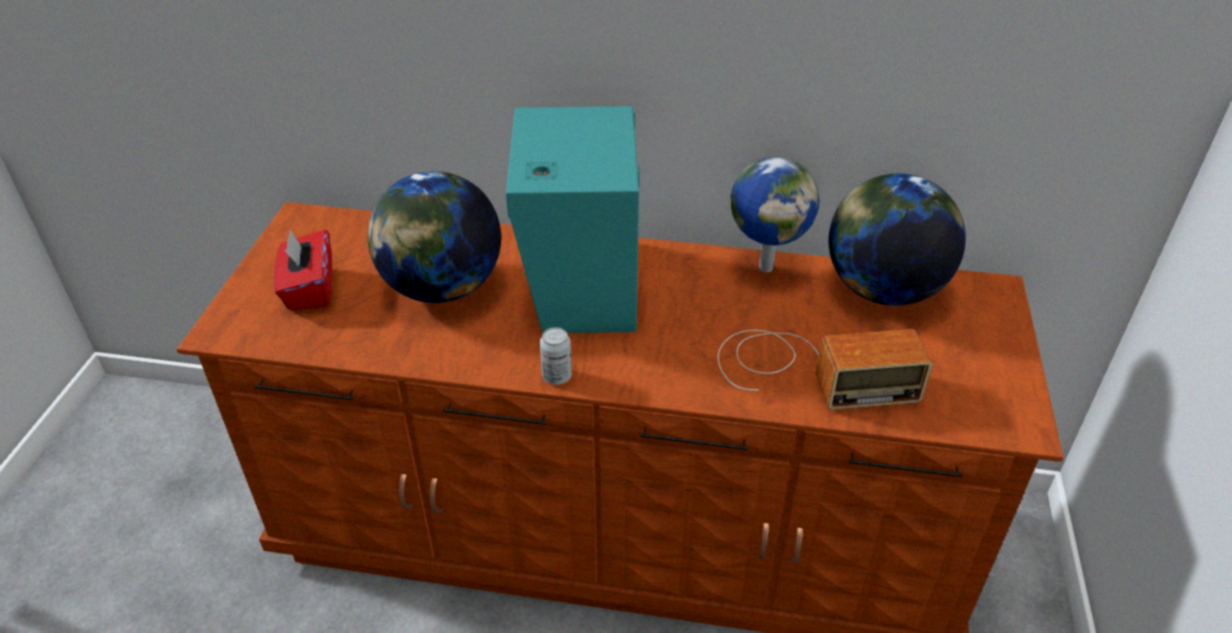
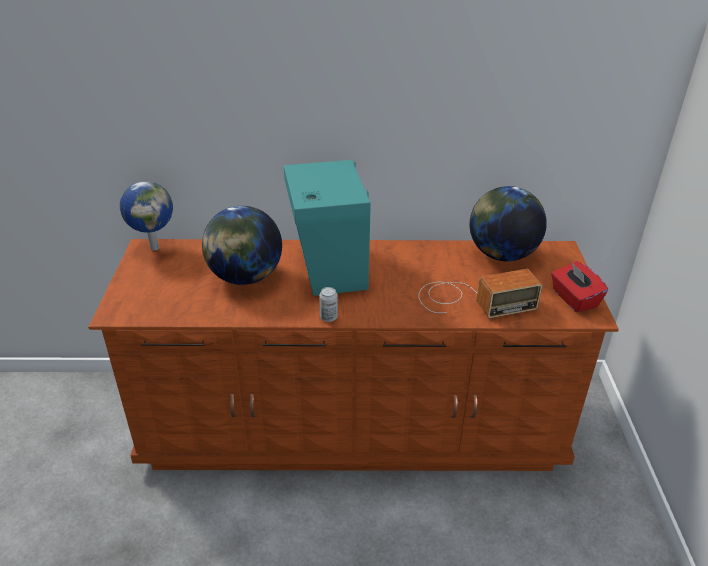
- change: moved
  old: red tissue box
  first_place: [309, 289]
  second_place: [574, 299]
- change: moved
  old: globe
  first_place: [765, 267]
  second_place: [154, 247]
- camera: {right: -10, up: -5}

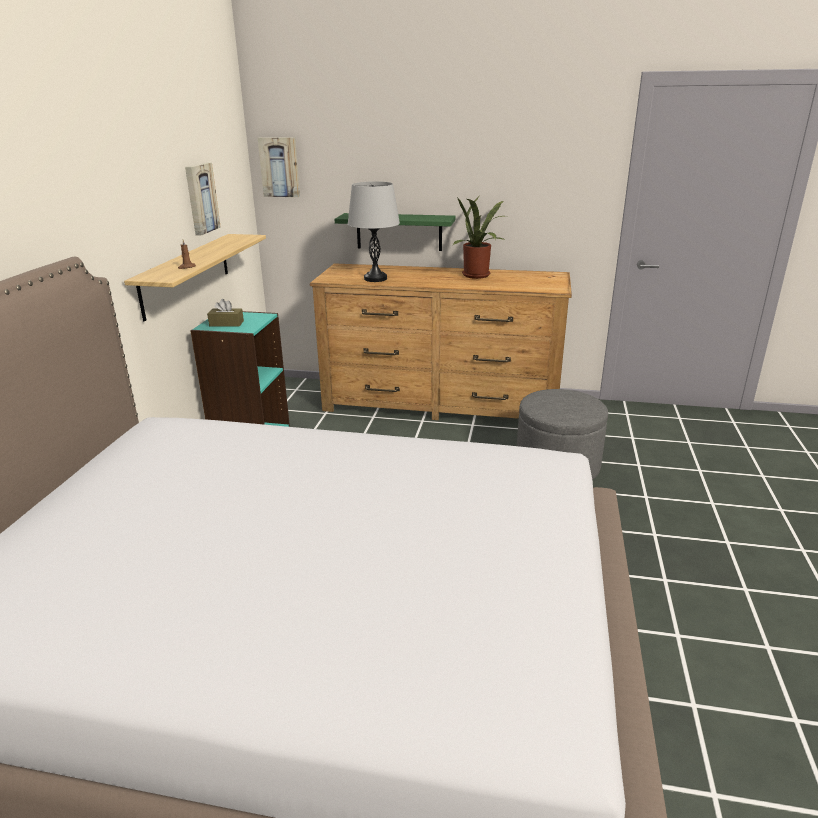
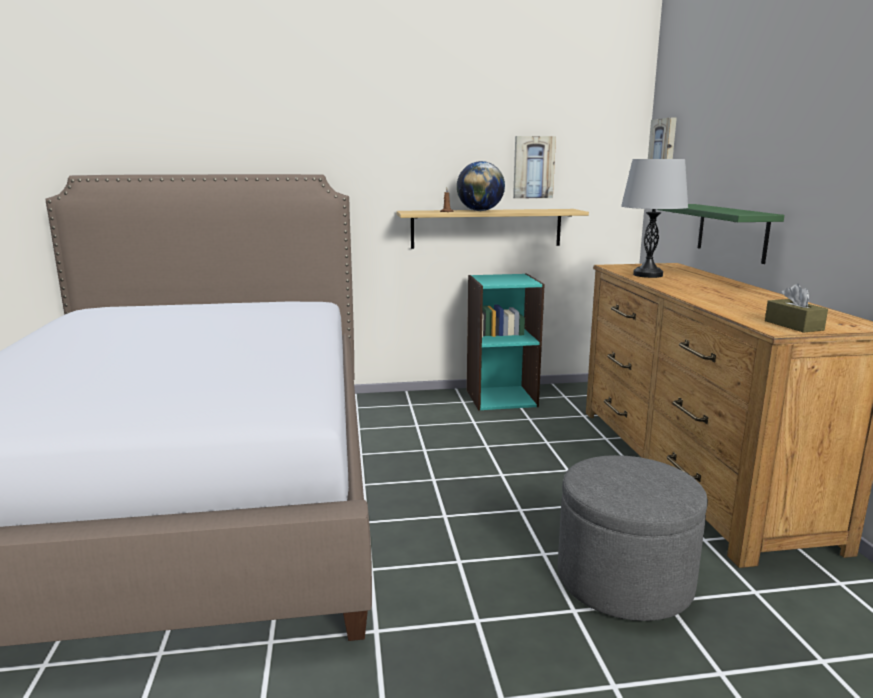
- change: removed
  old: potted plant
  first_place: [478, 276]
- change: added
  new: globe
  second_place: [480, 211]
- change: moved
  old: brown tissue box
  first_place: [226, 323]
  second_place: [793, 325]
- camera: {right: 70, up: -10}

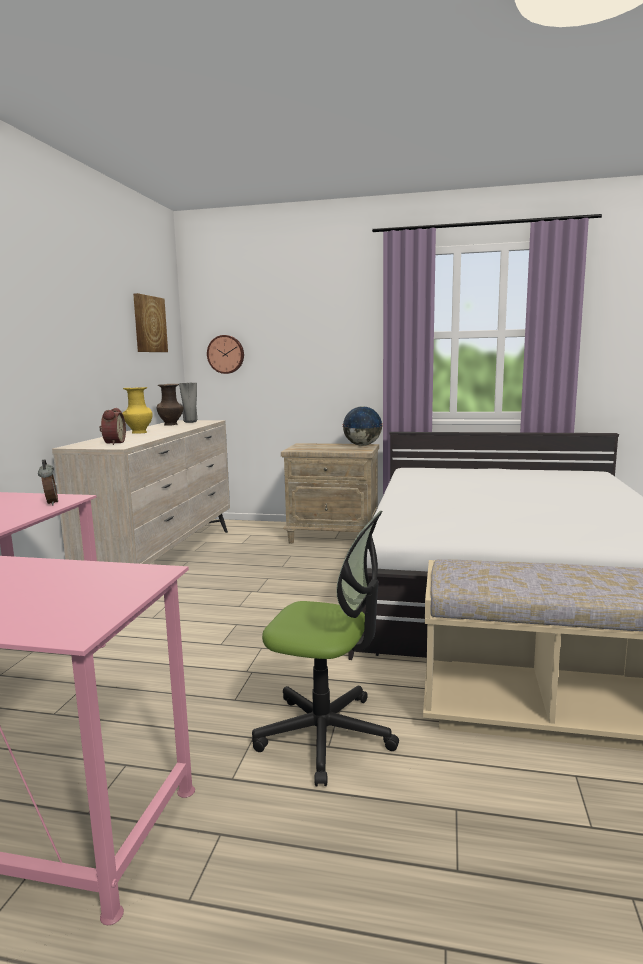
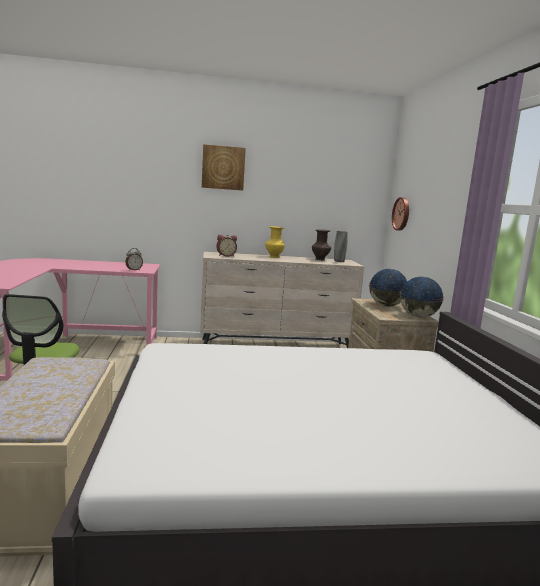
- change: added
  new: globe
  second_place: [386, 305]
- change: moved
  old: picture
  first_place: [149, 324]
  second_place: [223, 167]
- camera: {right: 70, up: 0}

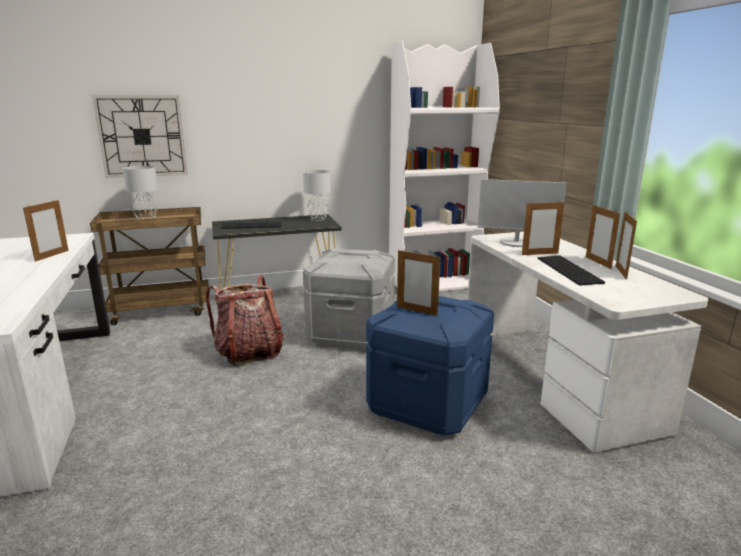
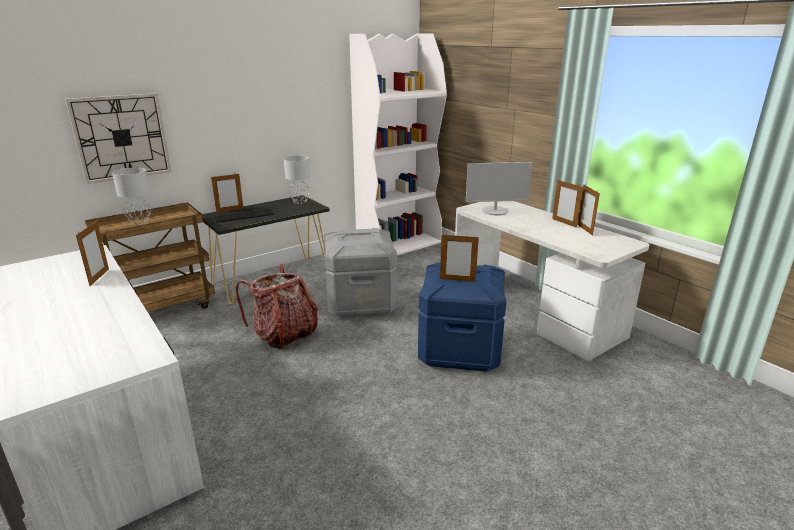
- change: removed
  old: keyboard
  first_place: [570, 270]
- change: moved
  old: picture frame
  first_place: [540, 254]
  second_place: [230, 210]
- camera: {right: -20, up: 5}

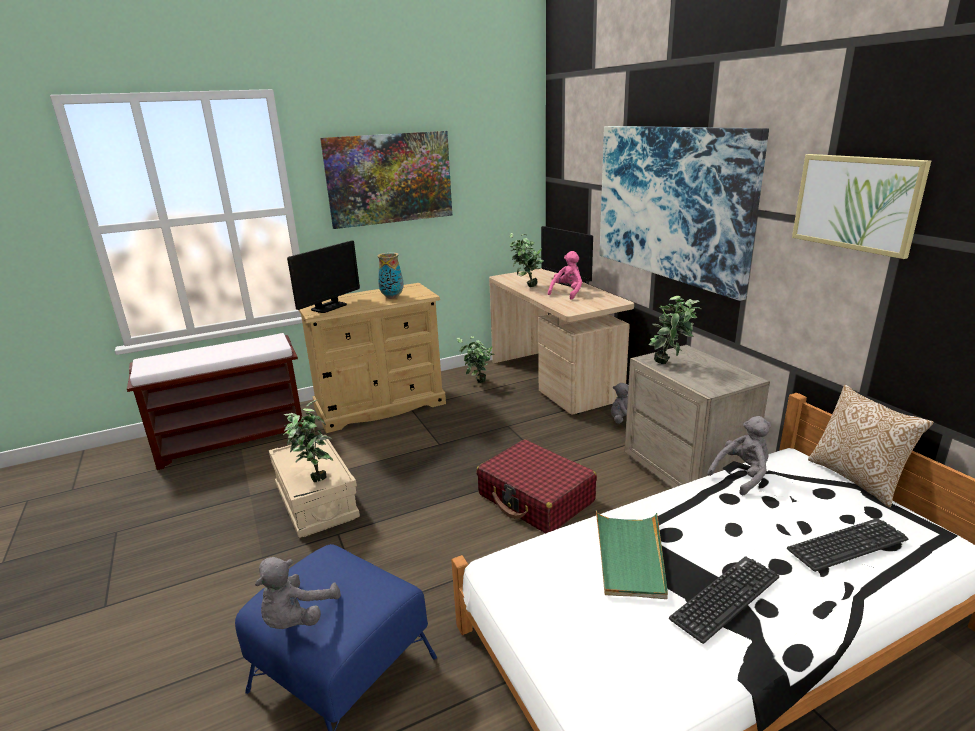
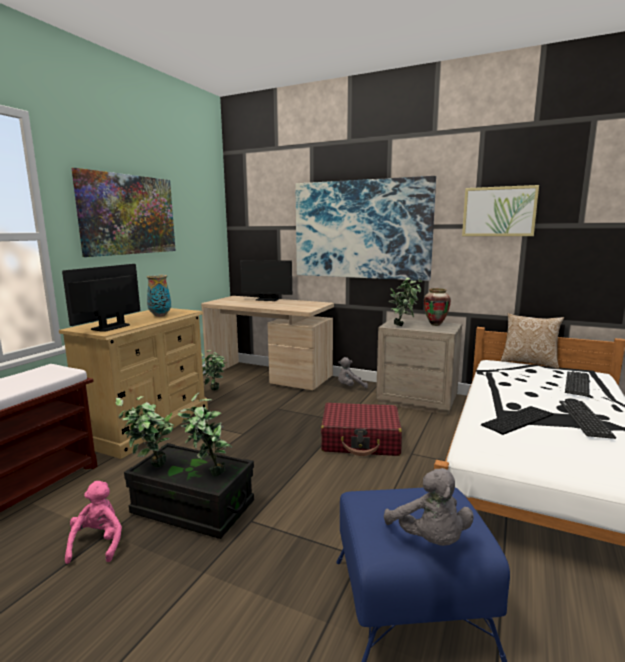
- change: removed
  old: grey plush toy
  first_place: [742, 476]
- change: added
  new: vase
  second_place: [435, 325]
- change: moved
  old: potted plant
  first_place: [525, 287]
  second_place: [150, 469]
- change: moved
  old: pink plush toy
  first_place: [567, 293]
  second_place: [98, 543]
- change: replaced
  old: green tray
  new: keyboard
  first_place: [630, 556]
  second_place: [518, 420]
- change: recoloured
  old: beige storage box
  new: black storage box
  first_place: [316, 502]
  second_place: [193, 508]
- change: turned
  old: monitor
  first_place: [329, 307]
  second_place: [110, 327]
  degrees: -150
- camera: {right: -40, up: -10}

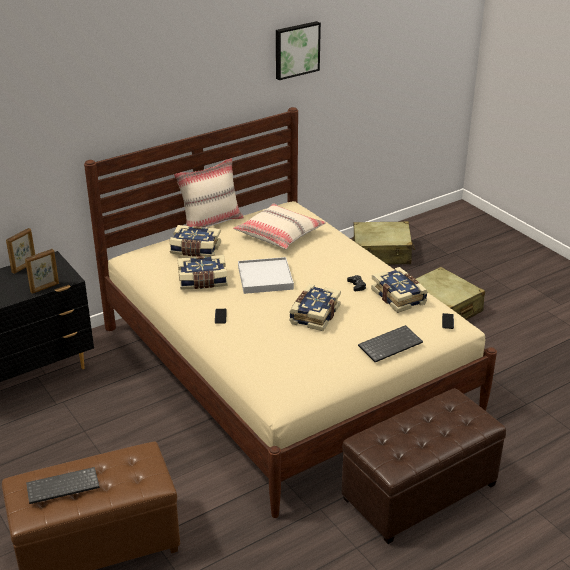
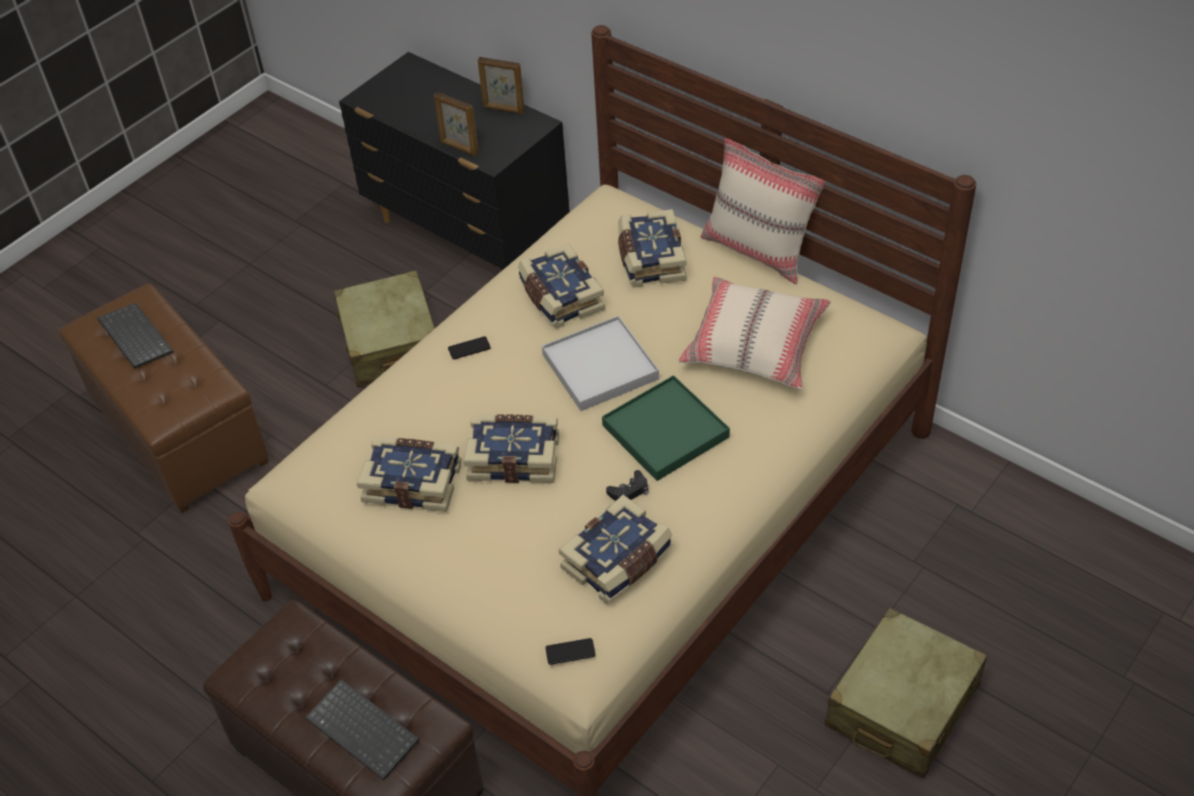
- change: removed
  old: picture
  first_place: [296, 49]
- change: added
  new: book
  second_place: [413, 482]
- change: added
  new: green tray
  second_place: [665, 431]
- change: moved
  old: beige suitcase
  first_place: [381, 253]
  second_place: [391, 344]
- change: moved
  old: keyboard
  first_place: [390, 344]
  second_place: [365, 730]
- camera: {right: 75, up: 15}

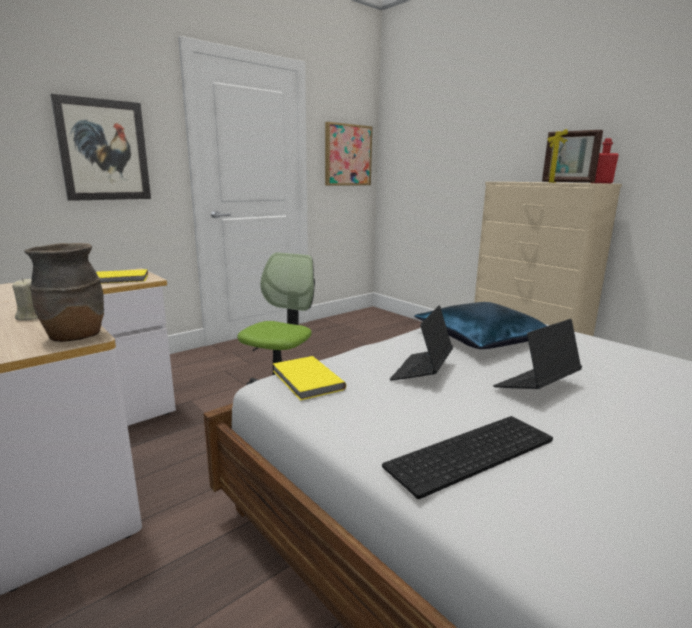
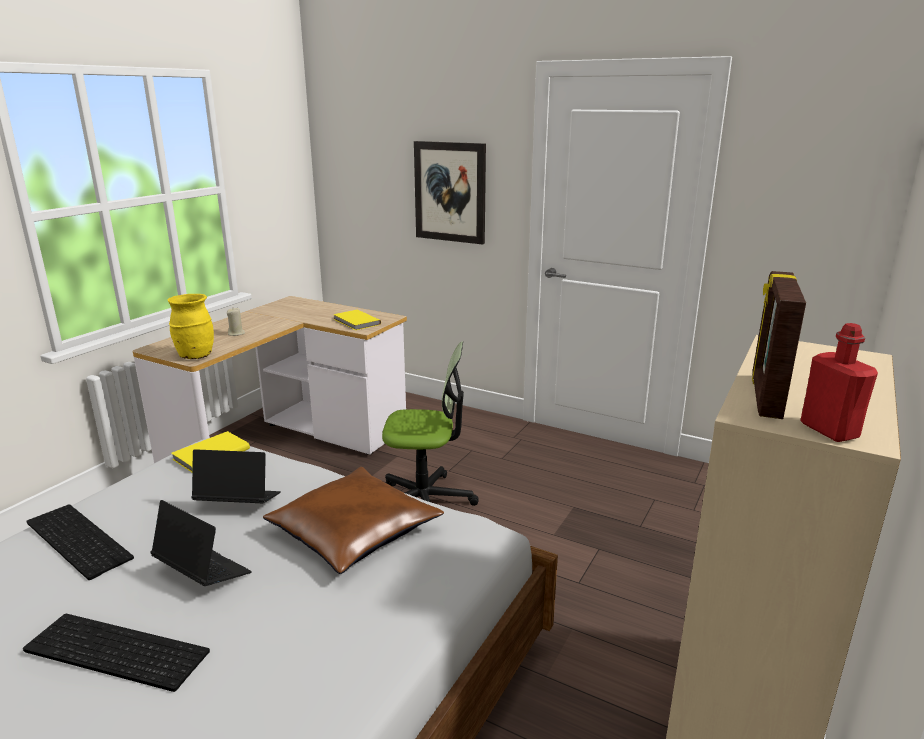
- change: removed
  old: picture
  first_place: [347, 155]
- change: added
  new: keyboard
  second_place: [112, 653]
- change: recoloured
  old: brown vase
  new: yellow vase
  first_place: [74, 337]
  second_place: [195, 356]
- change: recoloured
  old: blue pillow
  new: brown pillow
  first_place: [481, 338]
  second_place: [353, 531]
- camera: {right: 70, up: 5}

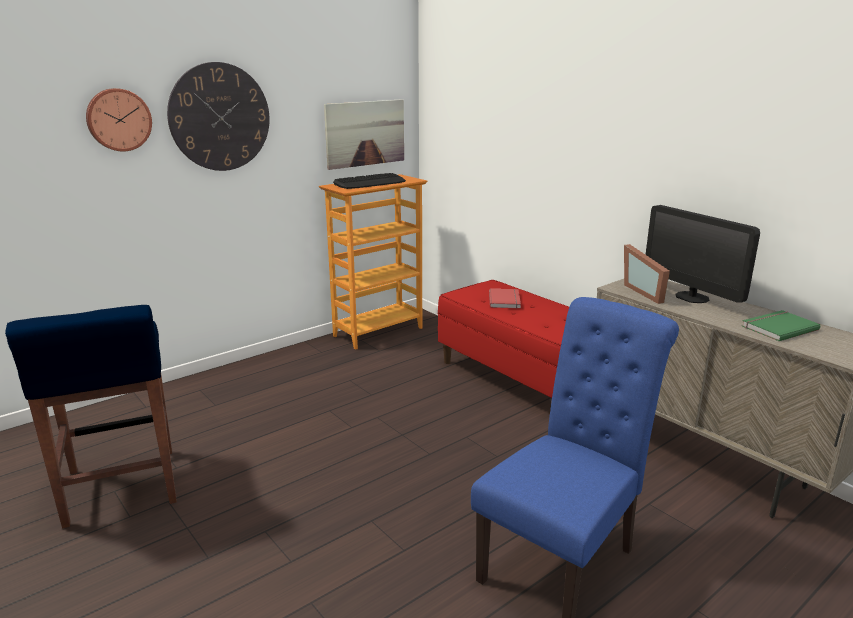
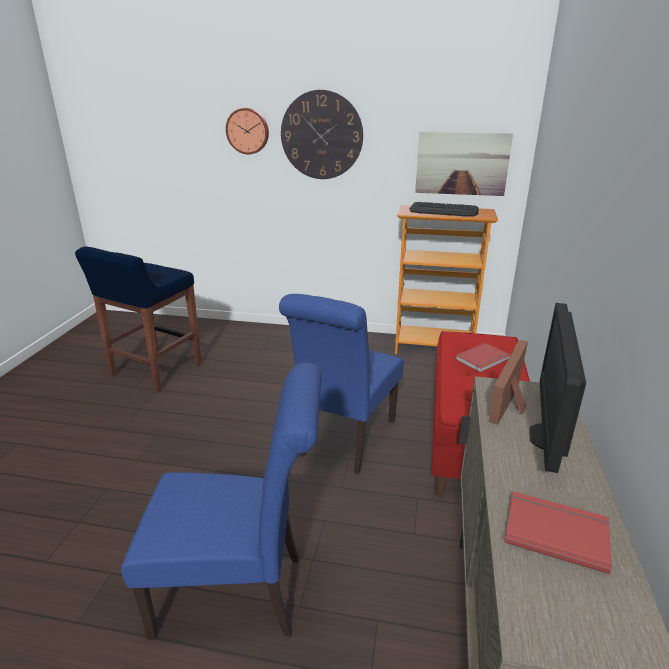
- change: added
  new: blue chair
  second_place: [344, 441]
- change: recoloured
  old: green book
  new: red book
  first_place: [777, 327]
  second_place: [555, 531]
- camera: {right: 50, up: 5}

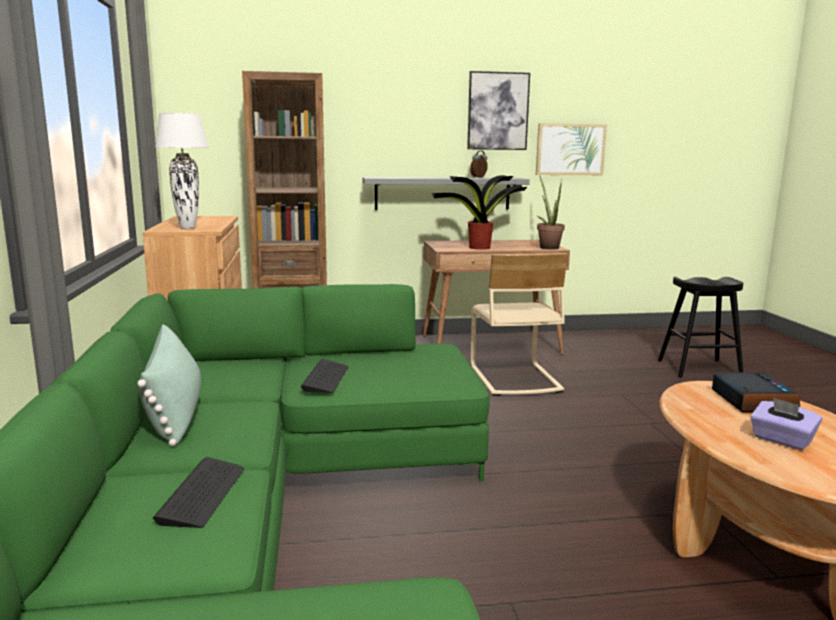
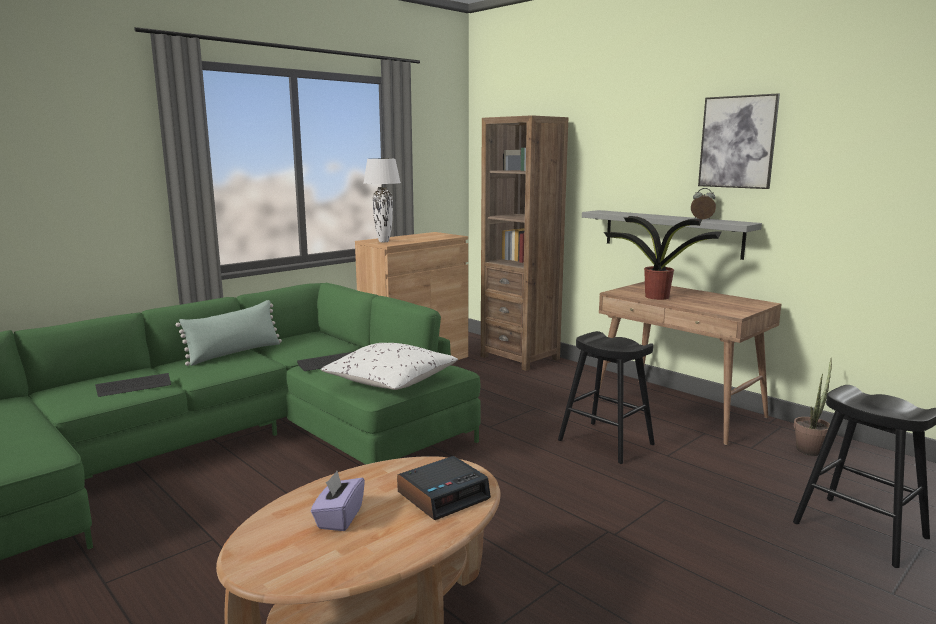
- change: removed
  old: picture
  first_place: [570, 149]
- change: added
  new: white pillow
  second_place: [391, 381]
- change: moved
  old: potted plant
  first_place: [547, 247]
  second_place: [810, 448]
- change: replaced
  old: beige chair
  new: black stool
  first_place: [514, 379]
  second_place: [606, 442]
- camera: {right: 55, up: 0}

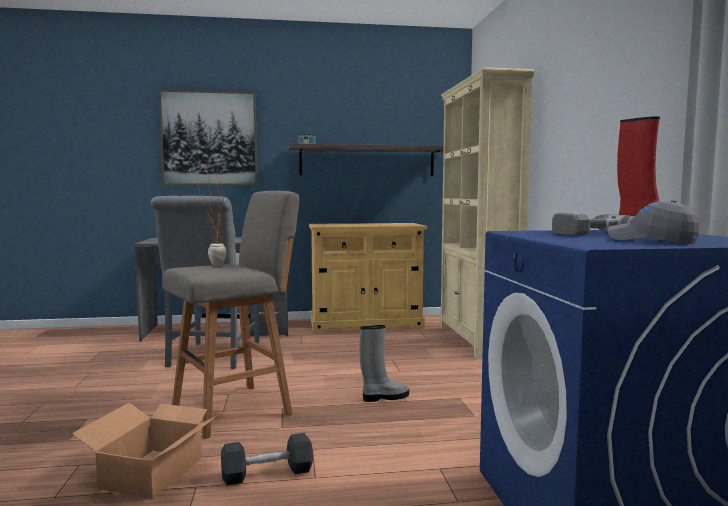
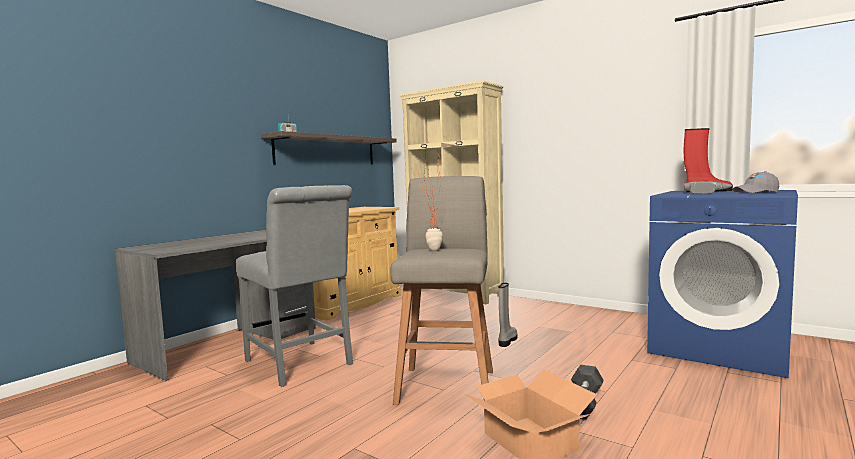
- change: removed
  old: picture
  first_place: [209, 139]
- camera: {right: -45, up: 0}

